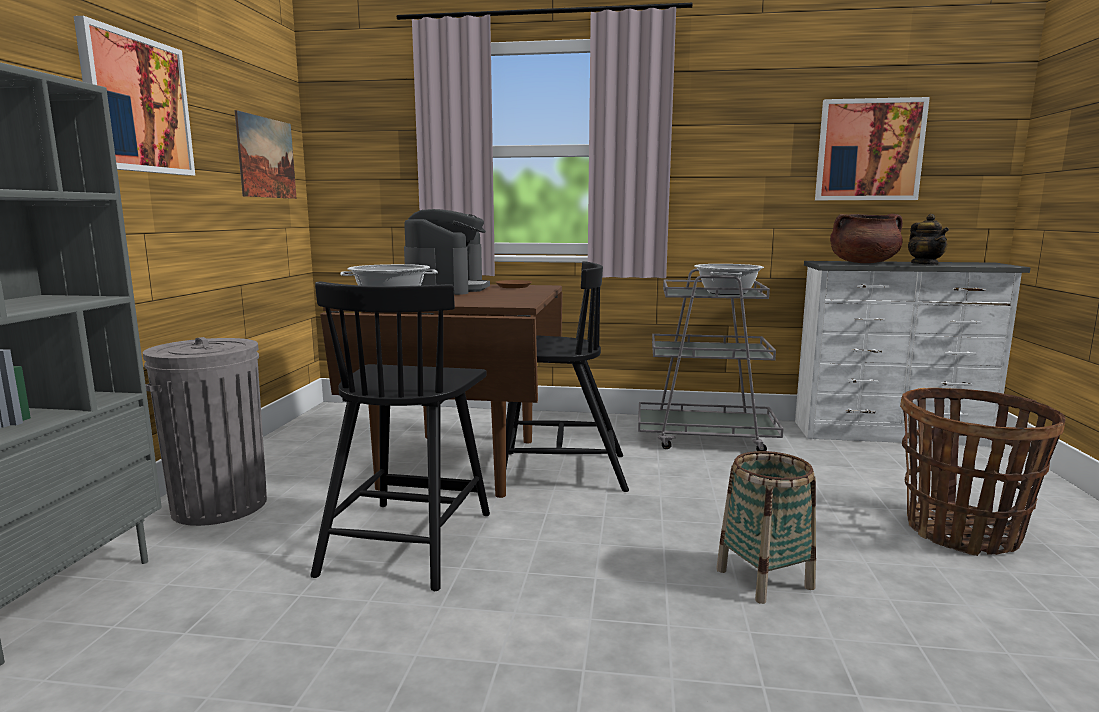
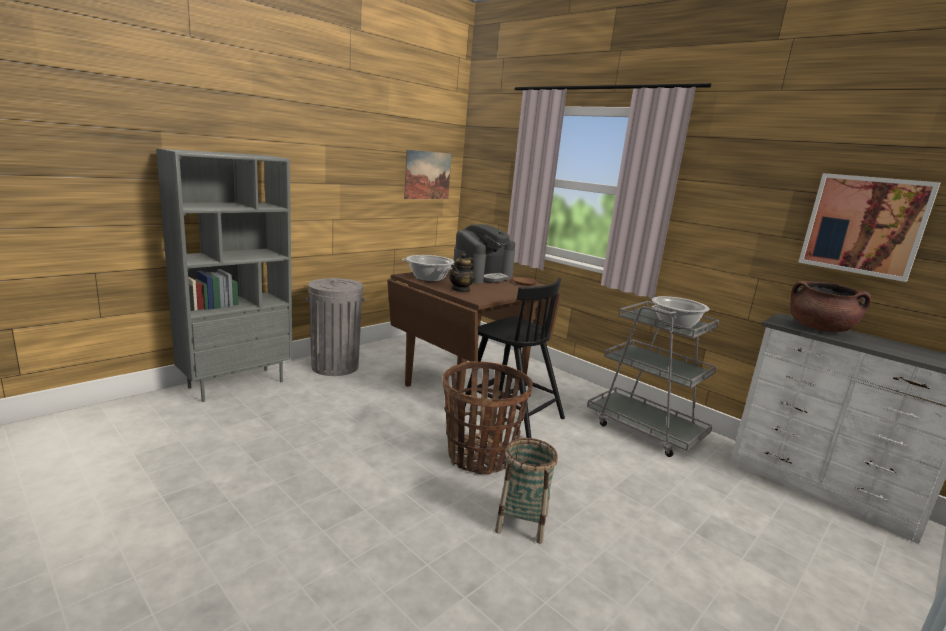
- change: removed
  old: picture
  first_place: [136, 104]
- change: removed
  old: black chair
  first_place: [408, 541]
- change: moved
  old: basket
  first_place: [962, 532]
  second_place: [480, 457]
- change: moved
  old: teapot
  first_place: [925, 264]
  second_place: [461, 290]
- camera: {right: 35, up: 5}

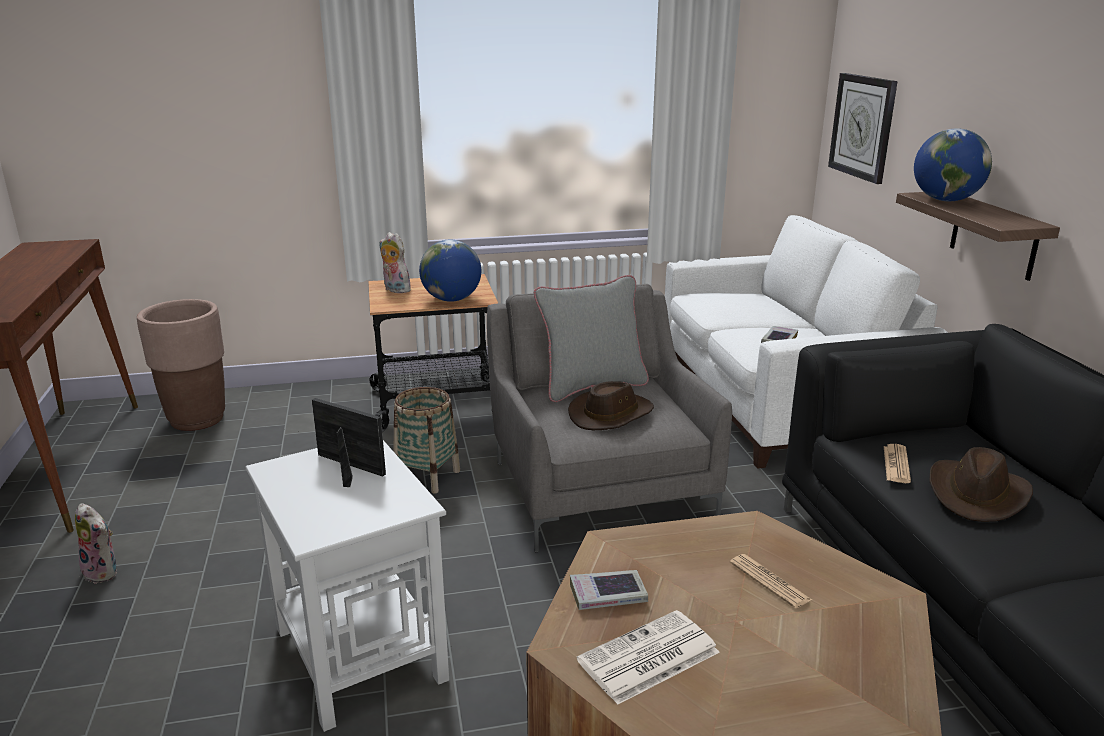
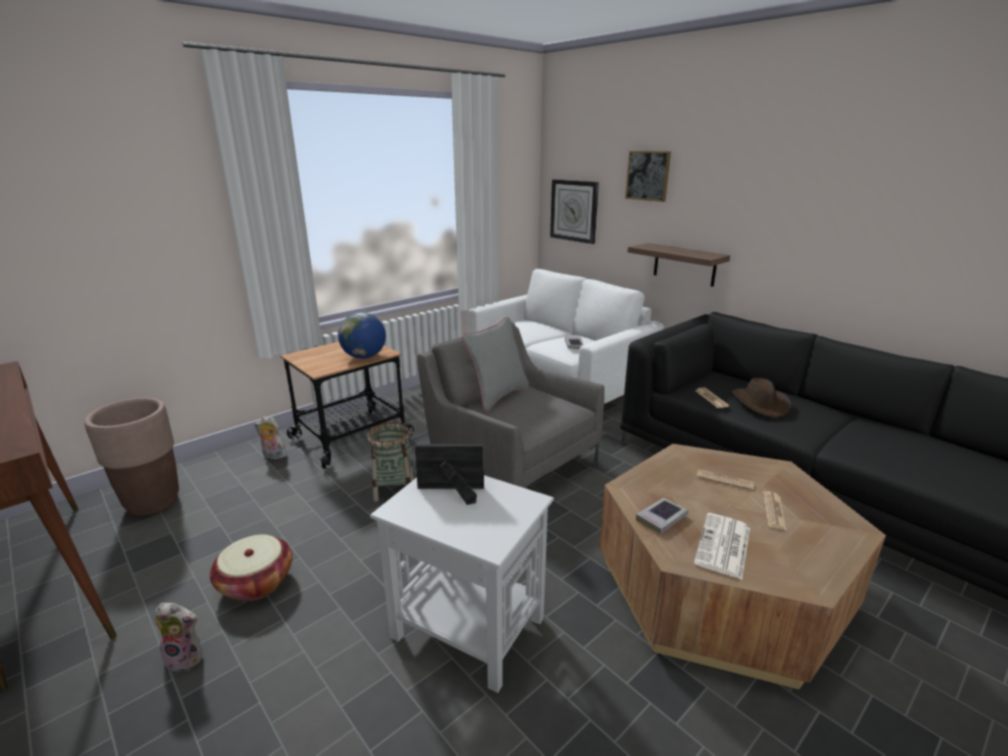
- change: removed
  old: brown hat
  first_place: [611, 414]
- change: removed
  old: globe
  first_place: [945, 200]
- change: added
  new: basket
  second_place: [256, 582]
- change: added
  new: picture
  second_place: [648, 175]
- change: added
  new: newspaper
  second_place: [774, 511]
- change: moved
  old: plush toy
  first_place: [395, 290]
  second_place: [273, 456]
- camera: {right: -30, up: 0}

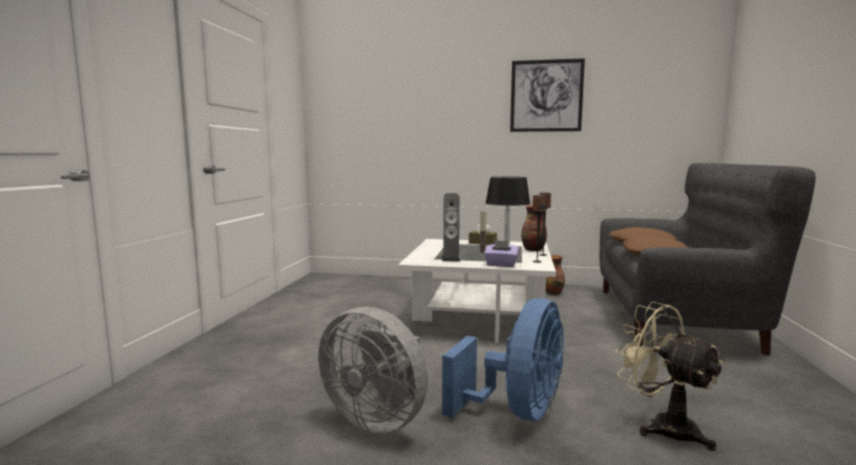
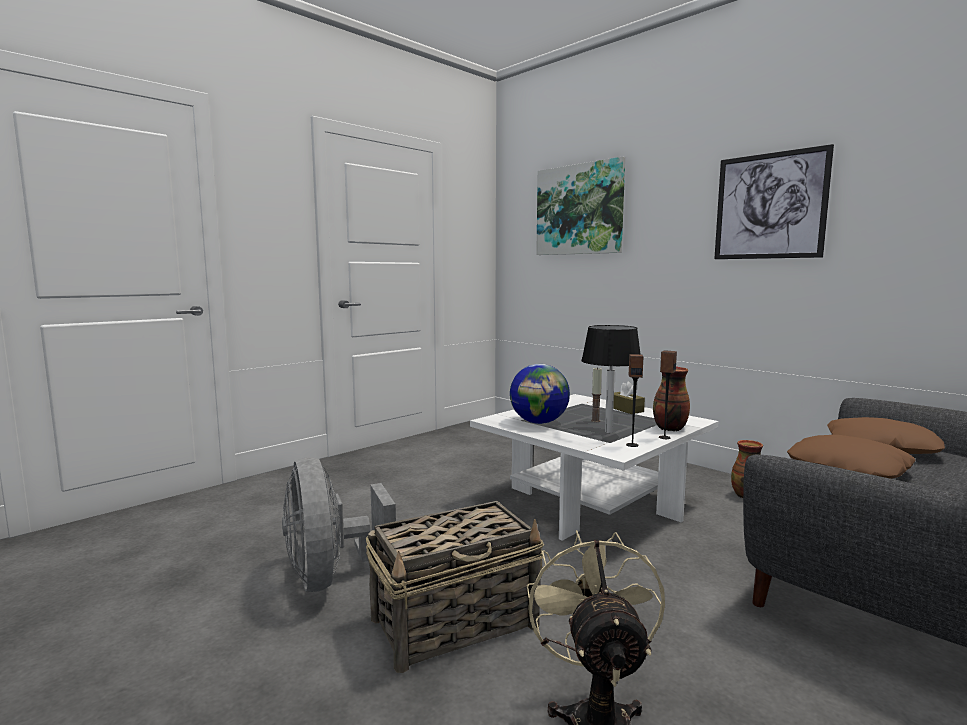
- change: removed
  old: purple tissue box
  first_place: [501, 265]
- change: added
  new: picture
  second_place: [579, 210]
- change: replaced
  old: speaker
  new: globe
  first_place: [450, 258]
  second_place: [539, 422]
- change: replaced
  old: blue fan
  new: basket
  first_place: [517, 411]
  second_place: [456, 622]
- camera: {right: 35, up: 0}

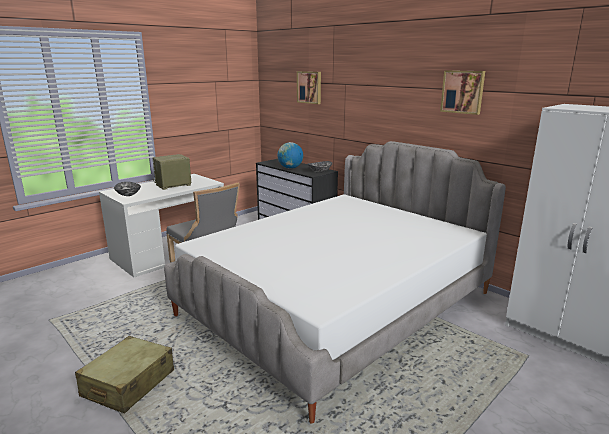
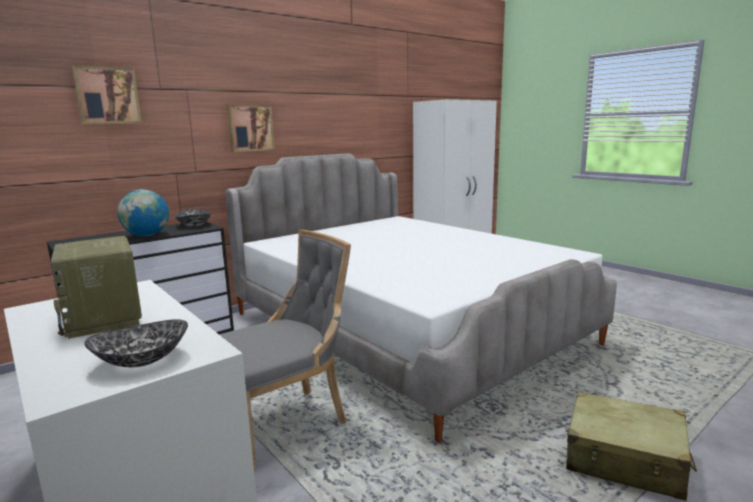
- change: moved
  old: picture
  first_place: [463, 92]
  second_place: [250, 128]
- camera: {right: -85, up: -5}

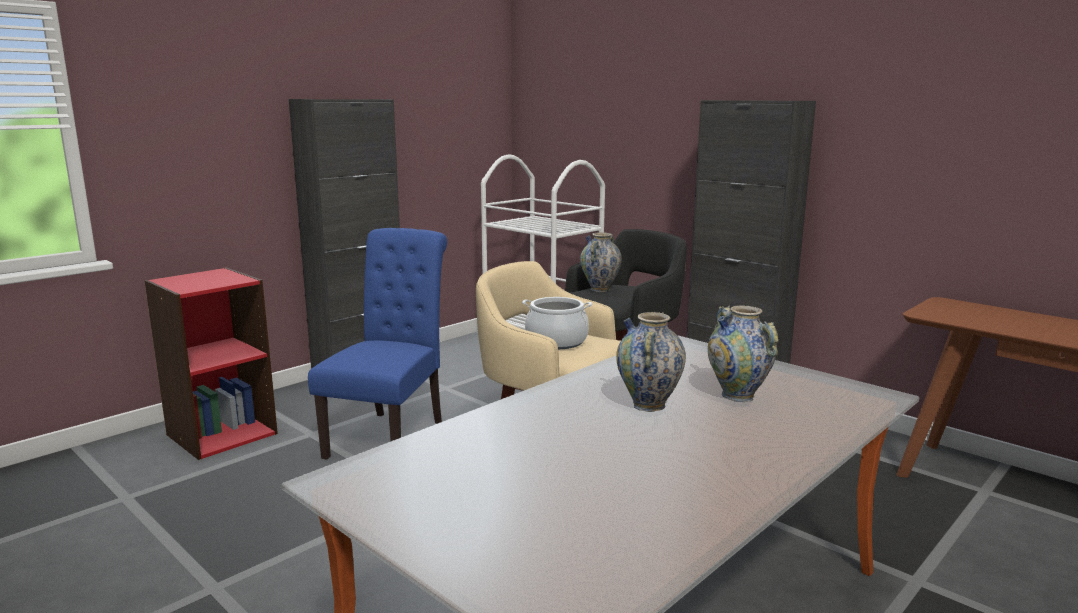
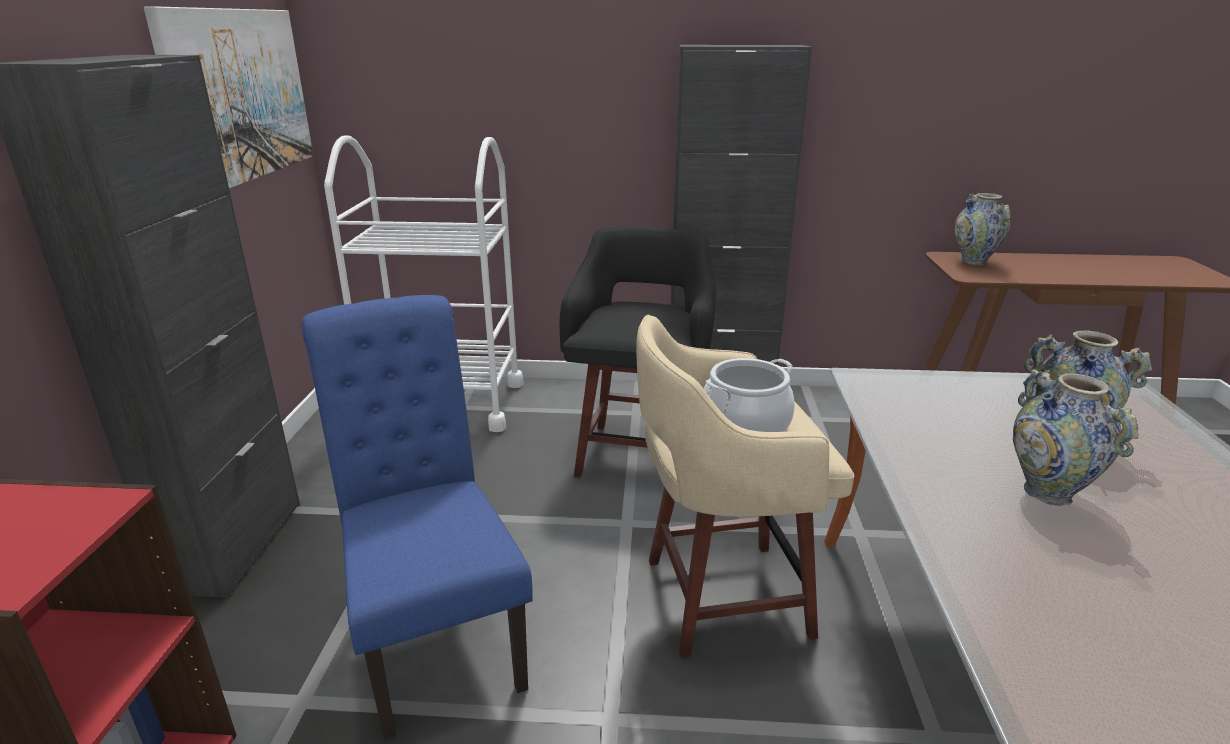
- change: added
  new: picture
  second_place: [239, 95]
- change: moved
  old: vase
  first_place: [600, 289]
  second_place: [974, 262]
- camera: {right: -40, up: 10}

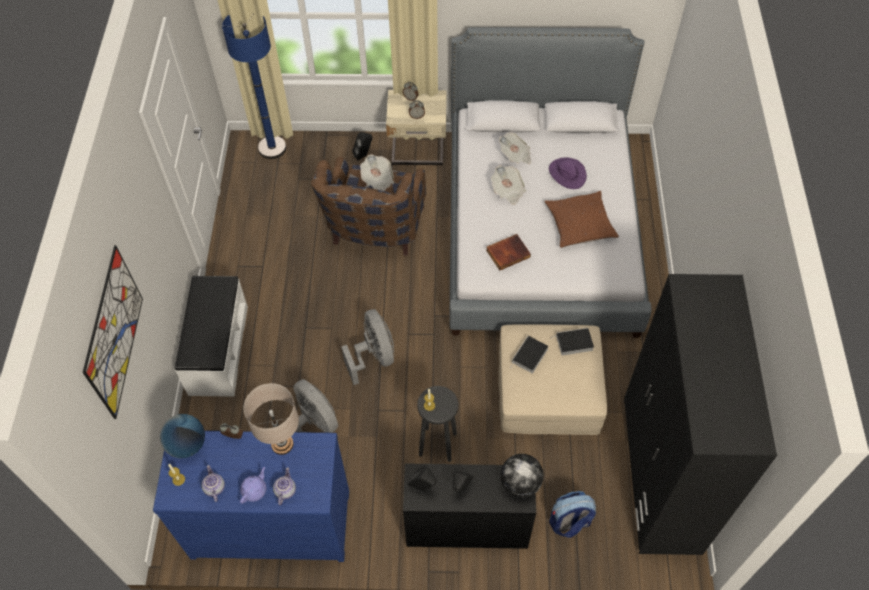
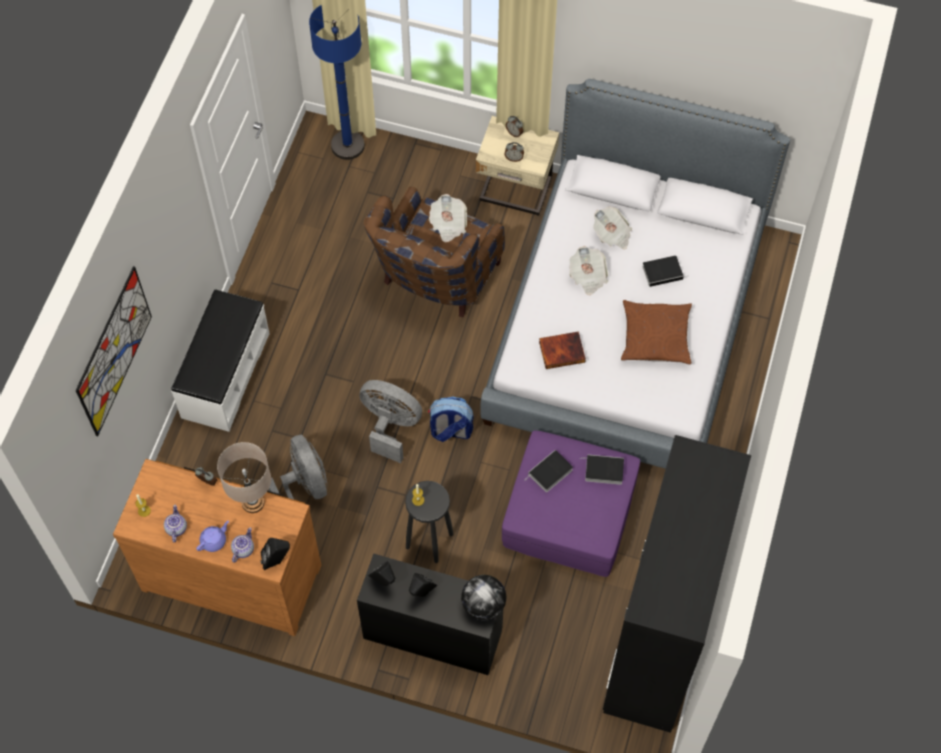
- change: removed
  old: globe
  first_place: [187, 444]
- change: moved
  old: black speaker
  first_place: [364, 155]
  second_place: [277, 561]
- change: moved
  old: backpack
  first_place: [569, 522]
  second_place: [450, 431]
- change: replaced
  old: purple hat
  new: book
  first_place: [567, 174]
  second_place: [663, 272]
- change: recoloured
  old: blue dresser
  new: brown dresser
  first_place: [271, 520]
  second_place: [232, 574]
- change: recoloured
  old: beige ottoman
  new: purple ottoman
  first_place: [548, 389]
  second_place: [569, 512]
- change: turned
  old: grey fan
  first_place: [374, 356]
  second_place: [390, 426]
  degrees: -60
- camera: {right: 15, up: 5}

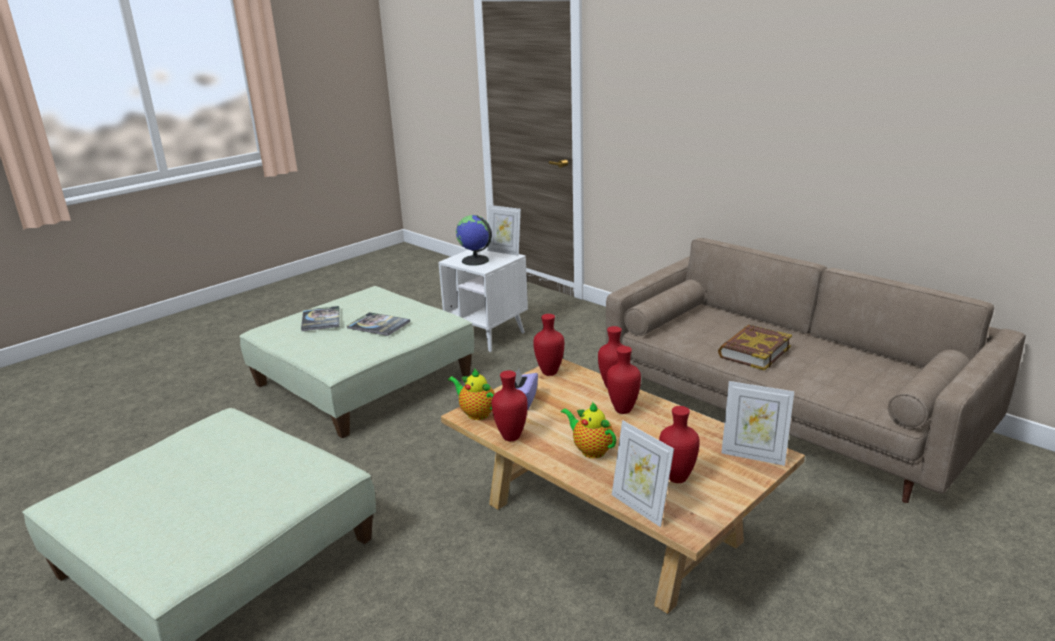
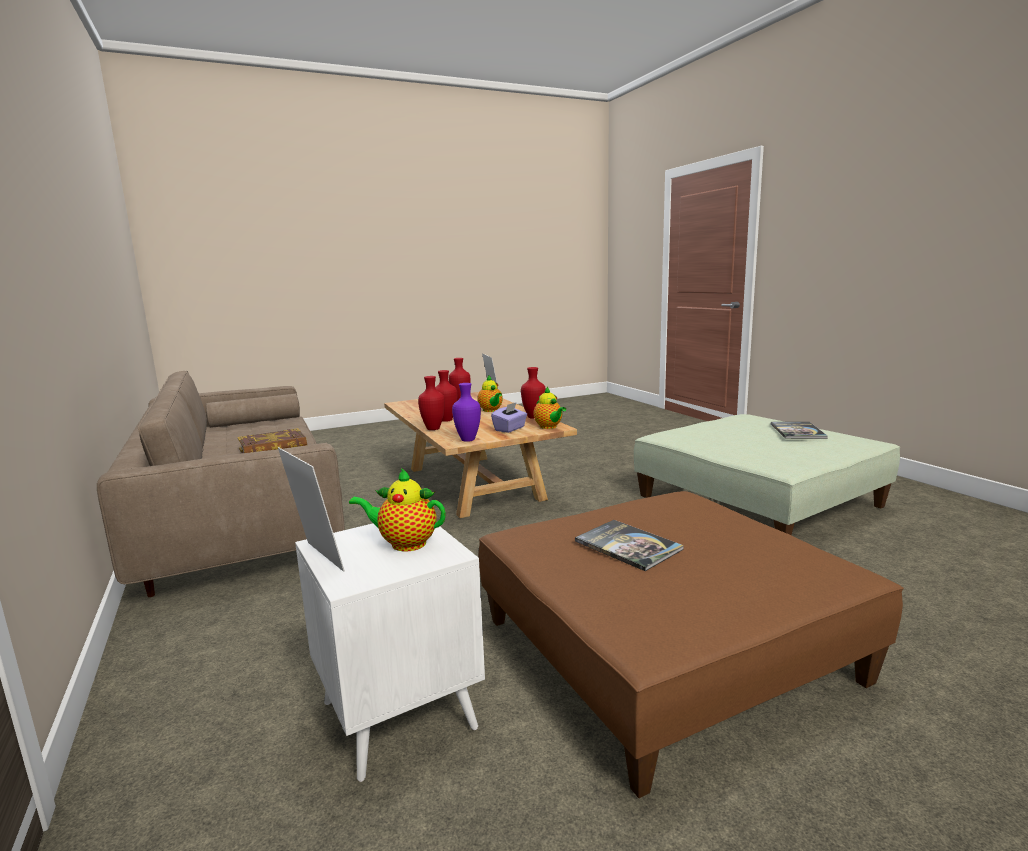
- change: removed
  old: picture frame
  first_place: [753, 456]
- change: moved
  old: book
  first_place: [321, 319]
  second_place: [797, 431]
- change: replaced
  old: globe
  new: teapot
  first_place: [475, 261]
  second_place: [404, 544]
- change: recoloured
  old: green ottoman
  new: brown ottoman
  first_place: [363, 379]
  second_place: [665, 651]
- change: recoloured
  old: red vase
  new: purple vase
  first_place: [550, 373]
  second_place: [467, 439]
- camera: {right: -160, up: -10}

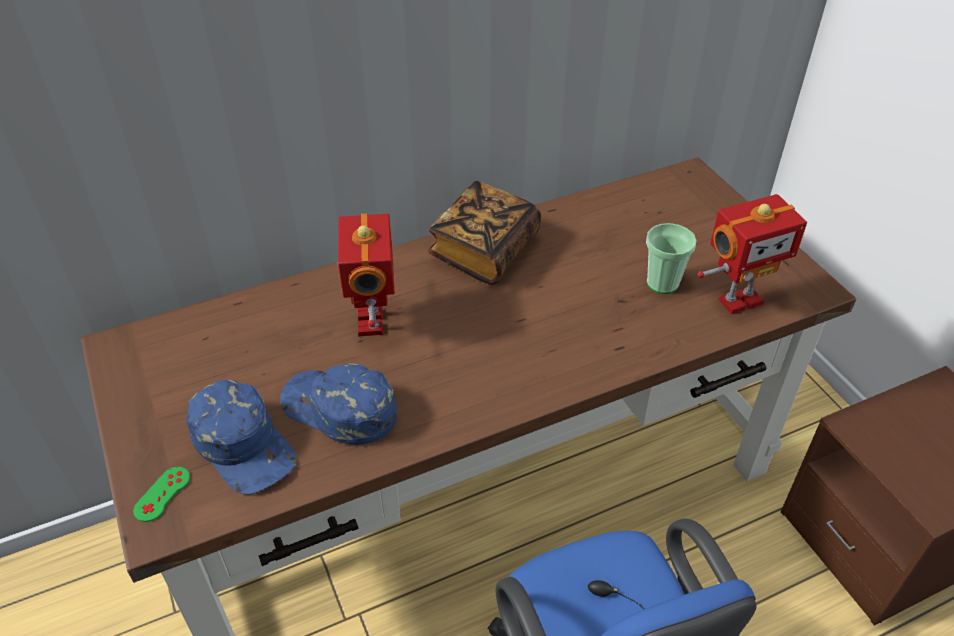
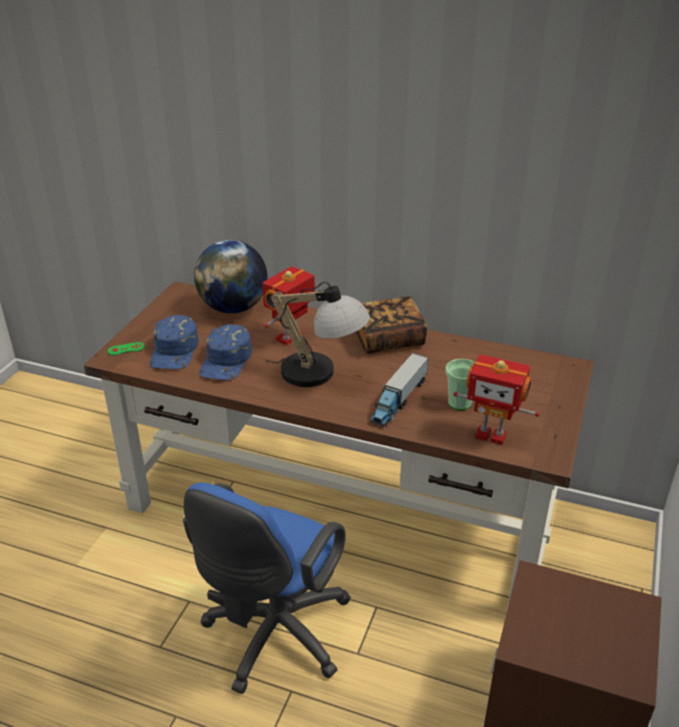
- change: added
  new: globe
  second_place: [233, 308]
- change: added
  new: table lamp
  second_place: [321, 375]
- change: added
  new: toy truck
  second_place: [399, 400]
- change: turned
  old: blue cap
  first_place: [339, 409]
  second_place: [226, 360]
  degrees: -150
- camera: {right: 45, up: -10}

